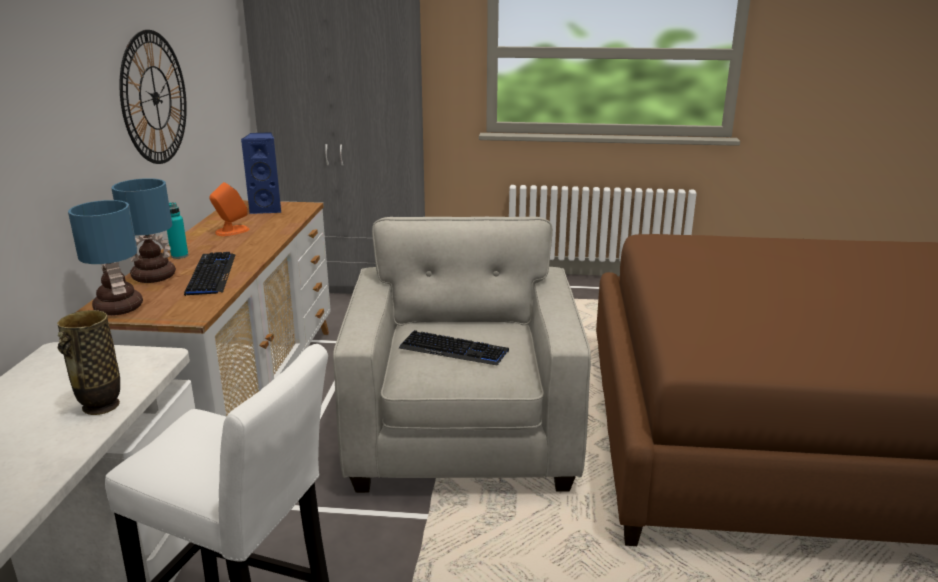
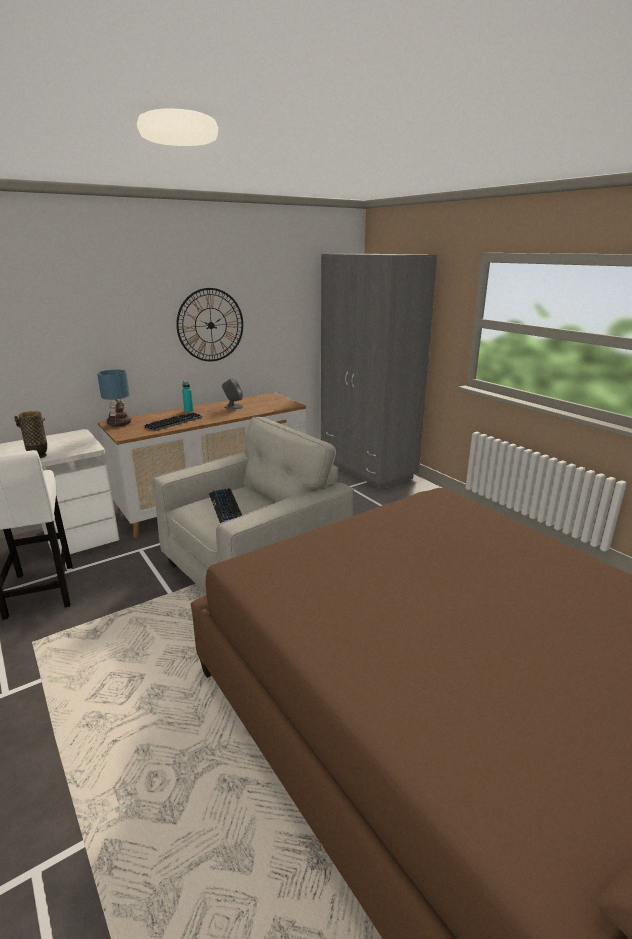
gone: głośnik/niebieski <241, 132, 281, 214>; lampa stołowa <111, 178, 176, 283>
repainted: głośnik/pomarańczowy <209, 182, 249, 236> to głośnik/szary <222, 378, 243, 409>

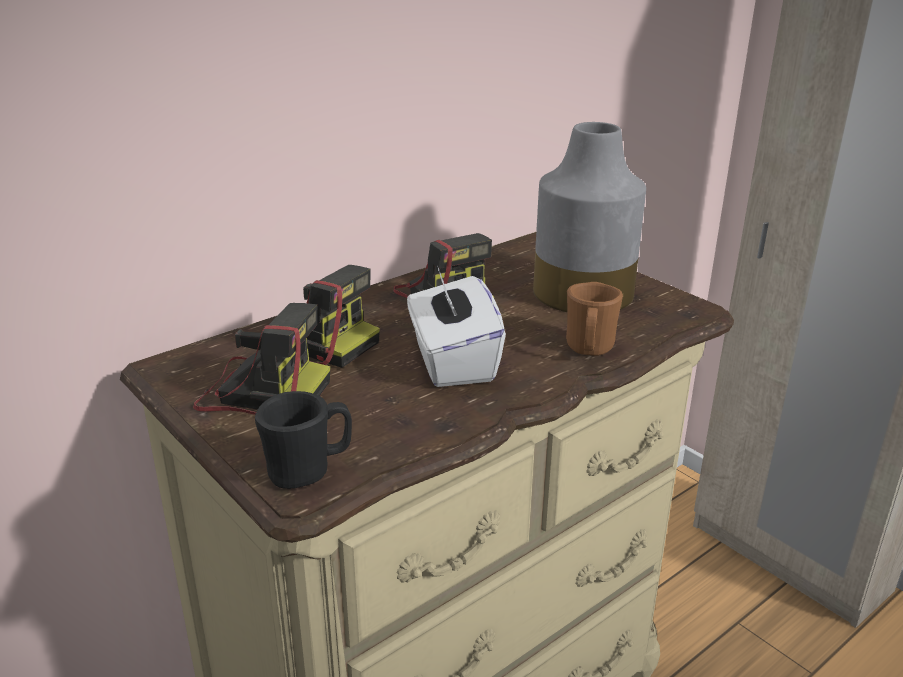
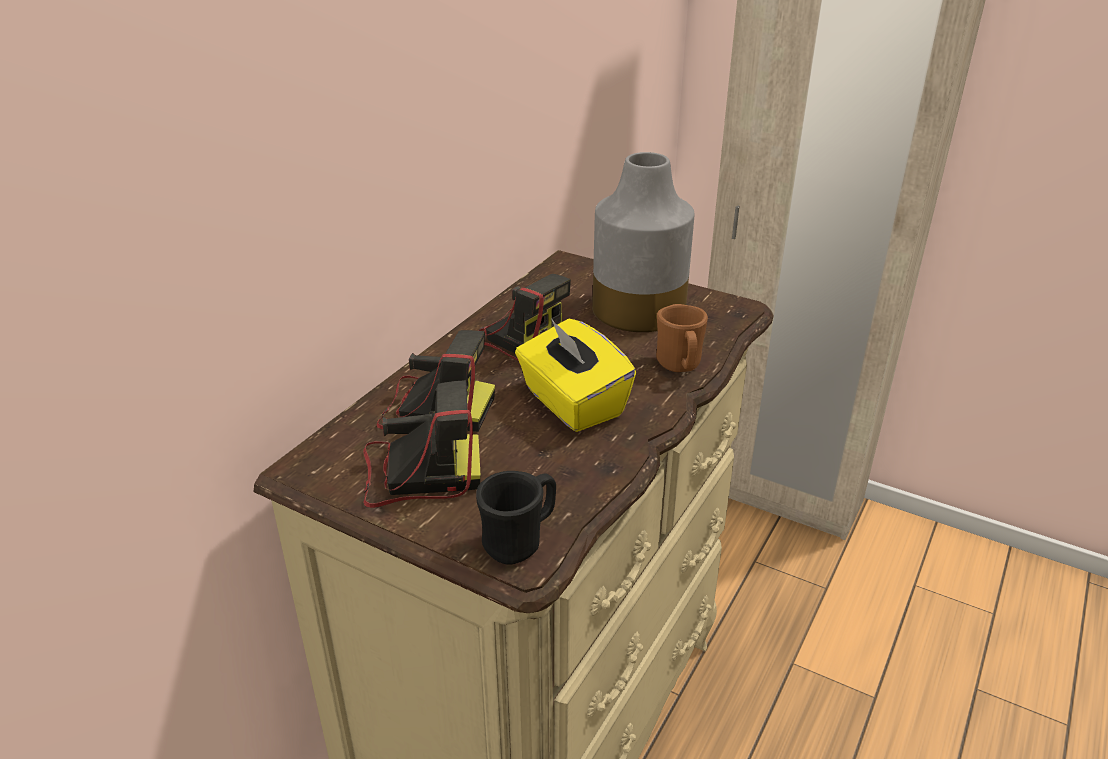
repainted: pudełko chusteczek/biały <407, 265, 506, 387> to pudełko chusteczek/żółty <515, 318, 636, 432>

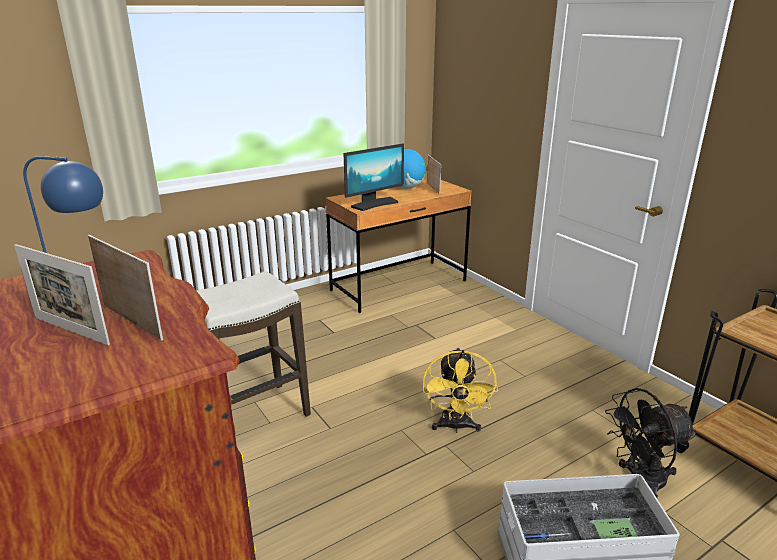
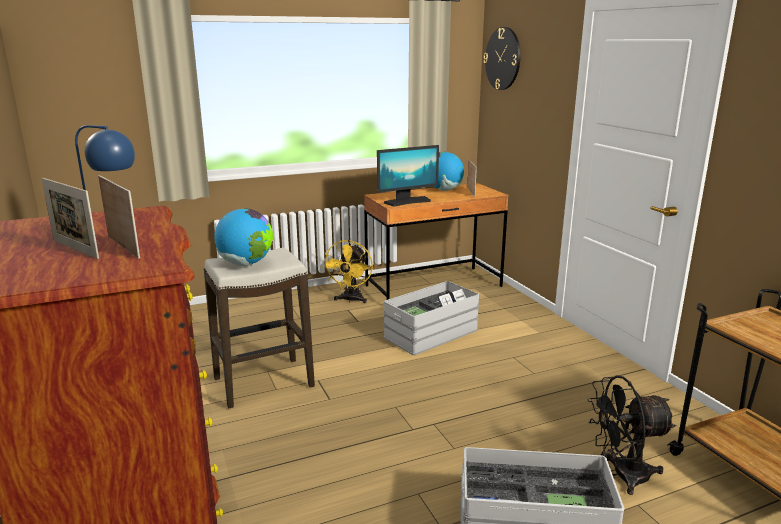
new: zegar ścienny <484, 27, 520, 90>; globus <214, 208, 273, 266>; pojemnik do przechowywania/szary <384, 281, 479, 355>
shifted: wentylator/żółty <423, 348, 498, 433> to <322, 240, 373, 303>

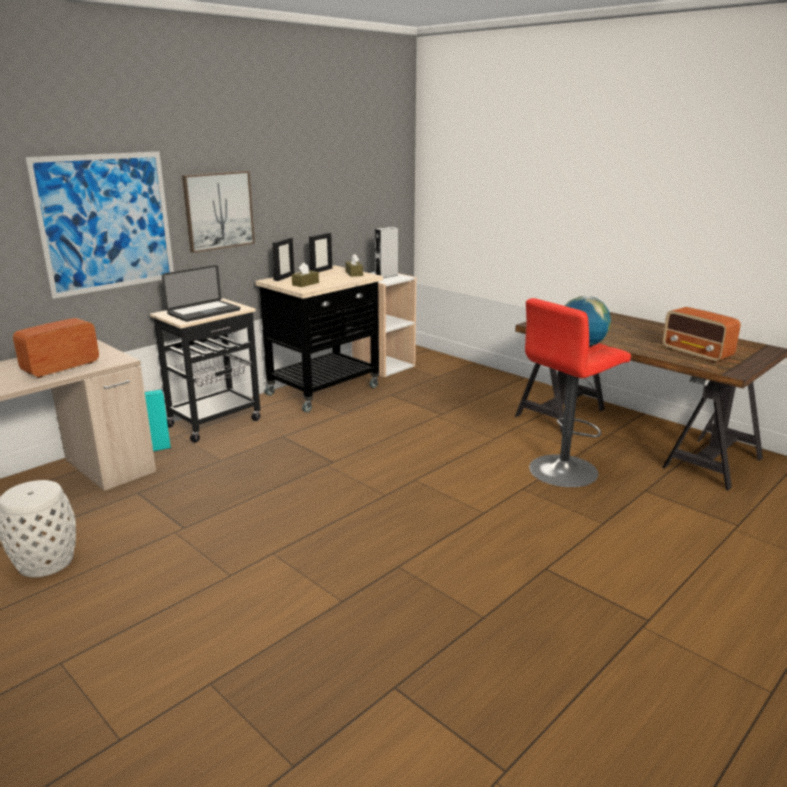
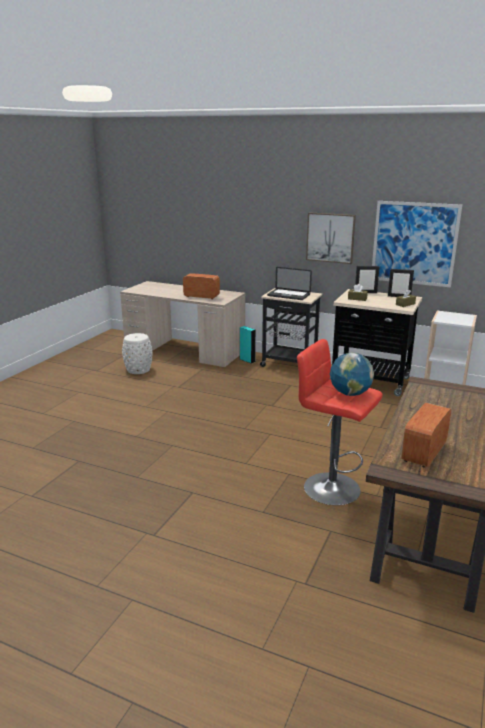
gone: głośnik/szary <375, 227, 398, 278>
shifted: obraz <25, 152, 174, 299> to <372, 201, 462, 287>

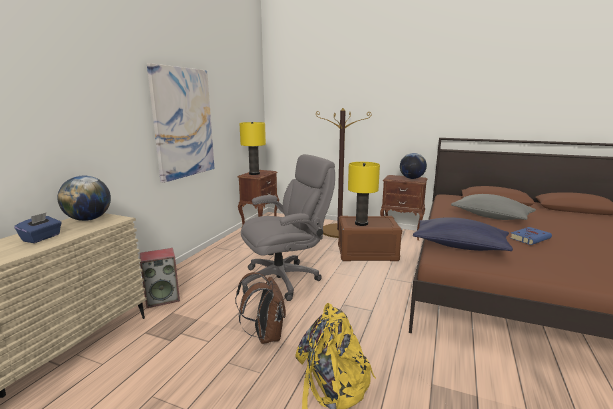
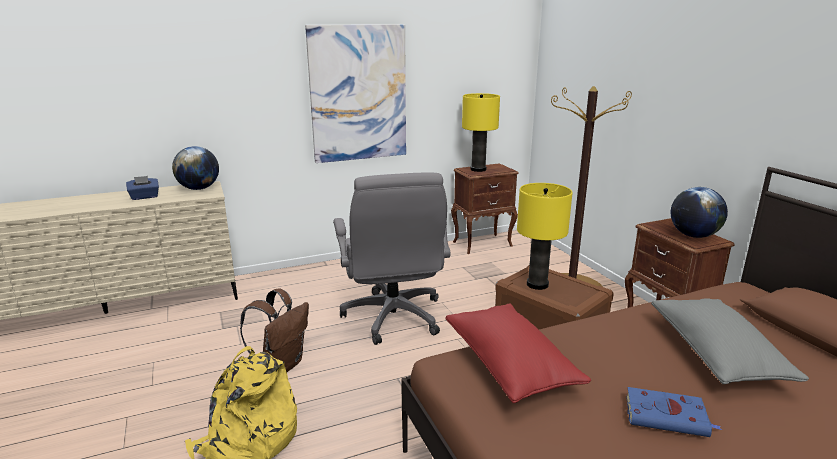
gone: głośnik <140, 248, 180, 308>
repainted: poduszka/niebieski <413, 217, 513, 251> to poduszka/czerwony <445, 304, 591, 403>
rotated: krzesło biurowe/szary <241, 154, 335, 301> = <333, 173, 450, 345> 60 degrees clockwise

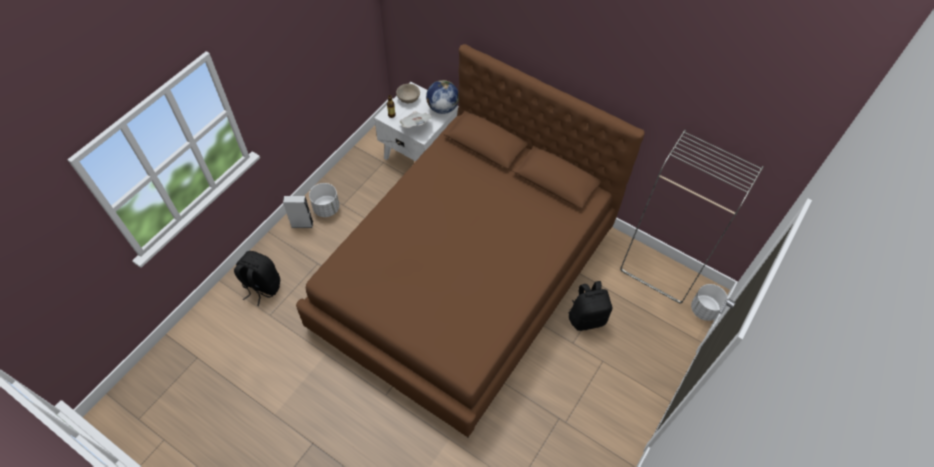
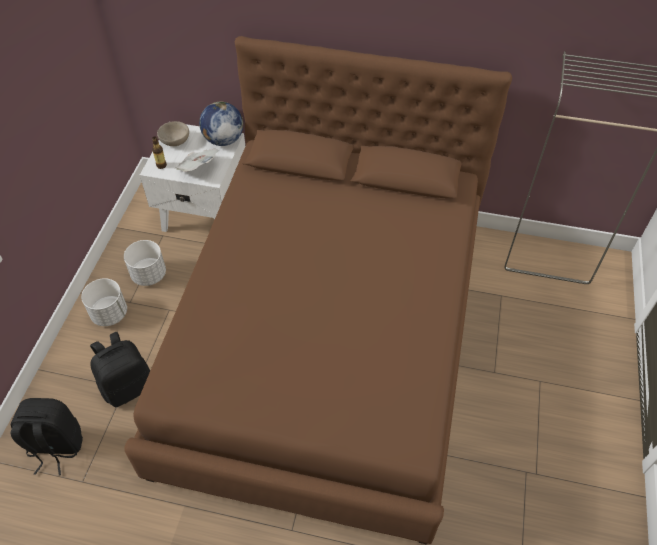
gone: głośnik/szary <283, 196, 313, 228>
shifted: plecak/czarny <568, 281, 612, 331> to <90, 332, 150, 407>; donica/biały <691, 284, 728, 321> to <124, 240, 166, 286>

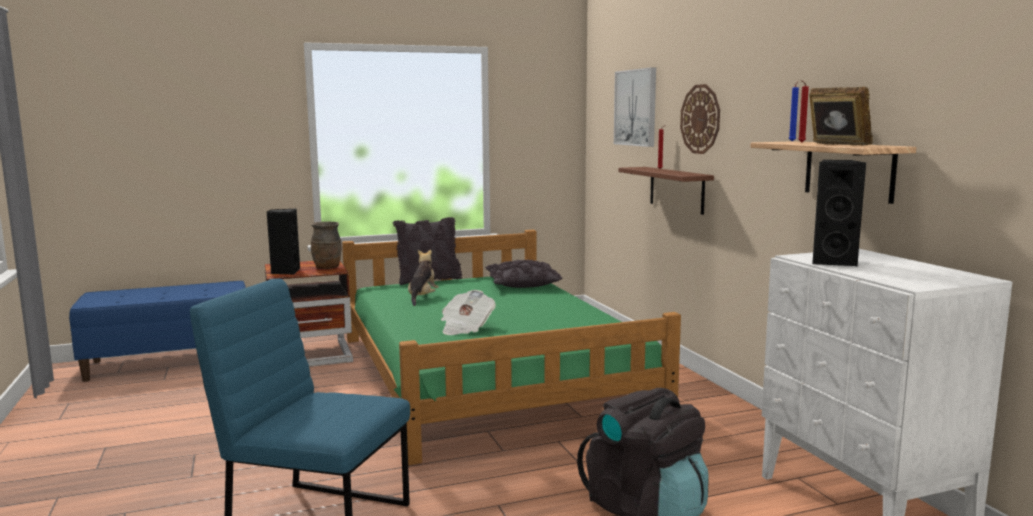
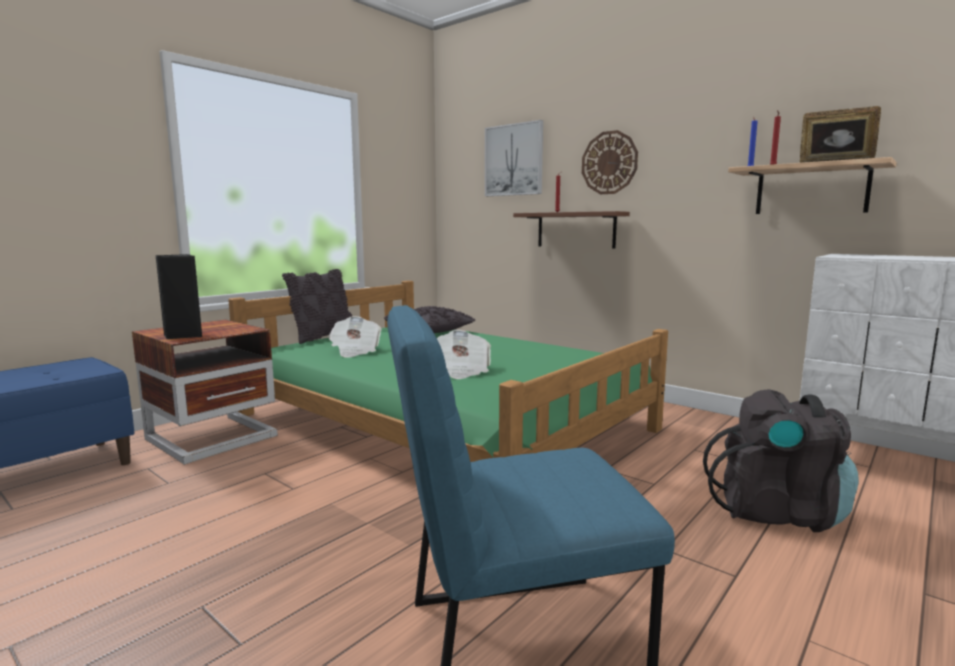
gone: głośnik/czarny <812, 160, 866, 266>; wazon/brązowy <311, 222, 342, 269>
swapped: pluszak <408, 250, 439, 306> to gazeta <328, 316, 382, 358>

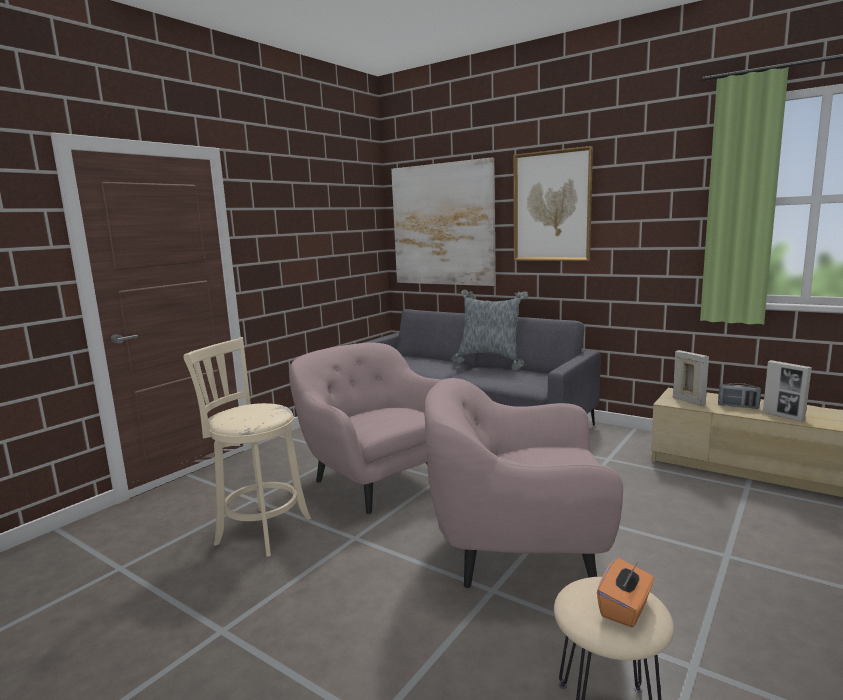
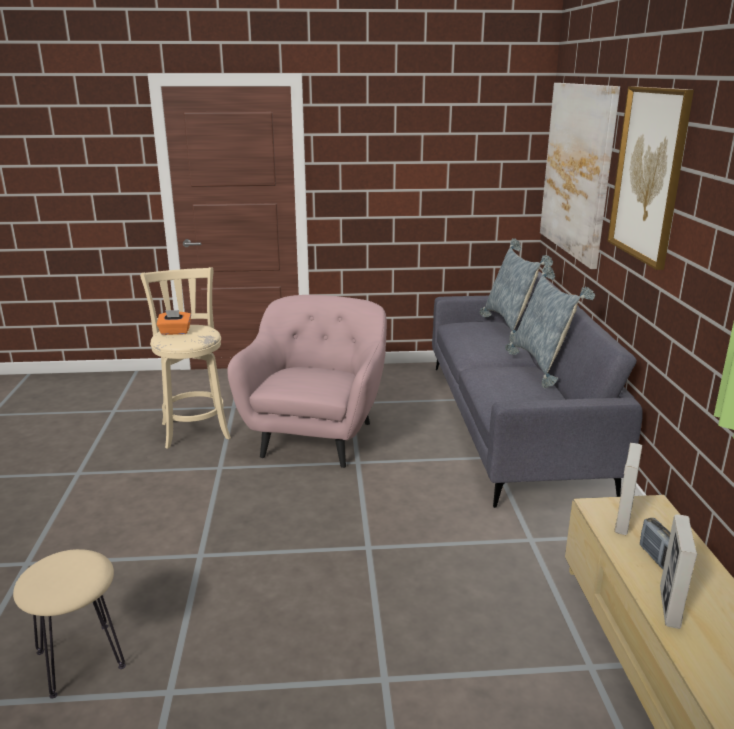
gone: fotel/różowy <425, 378, 623, 588>
new: poduszka <479, 238, 553, 342>
shifted: pudełko chusteczek/pomarańczowy <597, 558, 654, 628> to <156, 310, 191, 335>

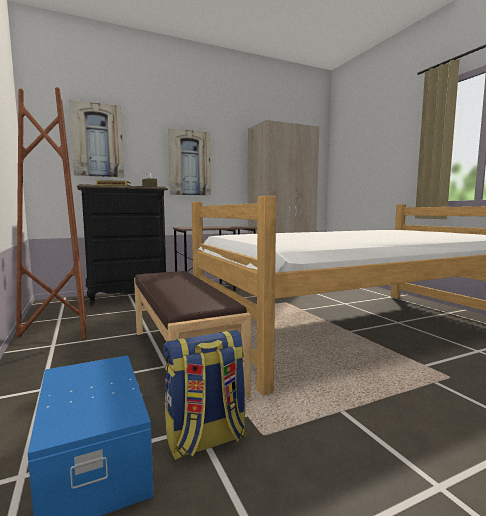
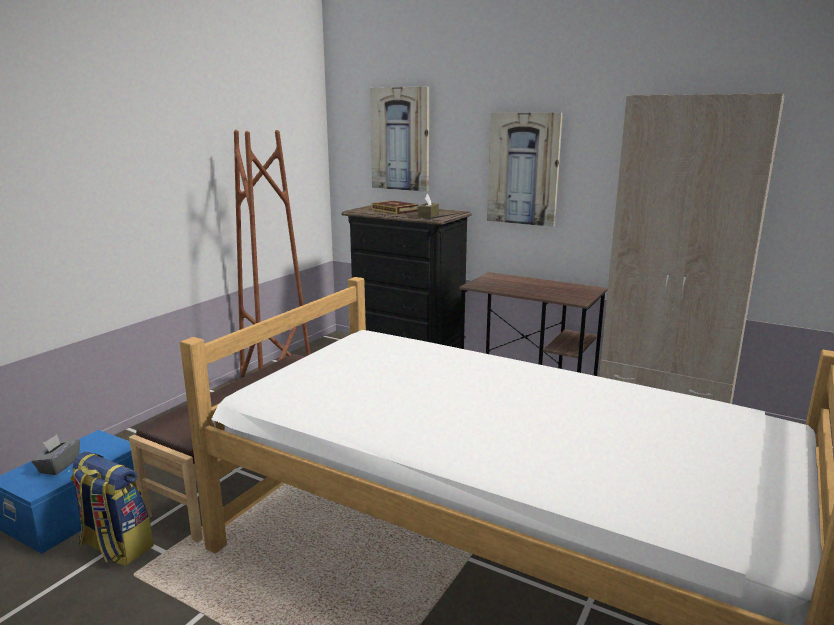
new: pudełko chusteczek/szary <32, 435, 80, 475>

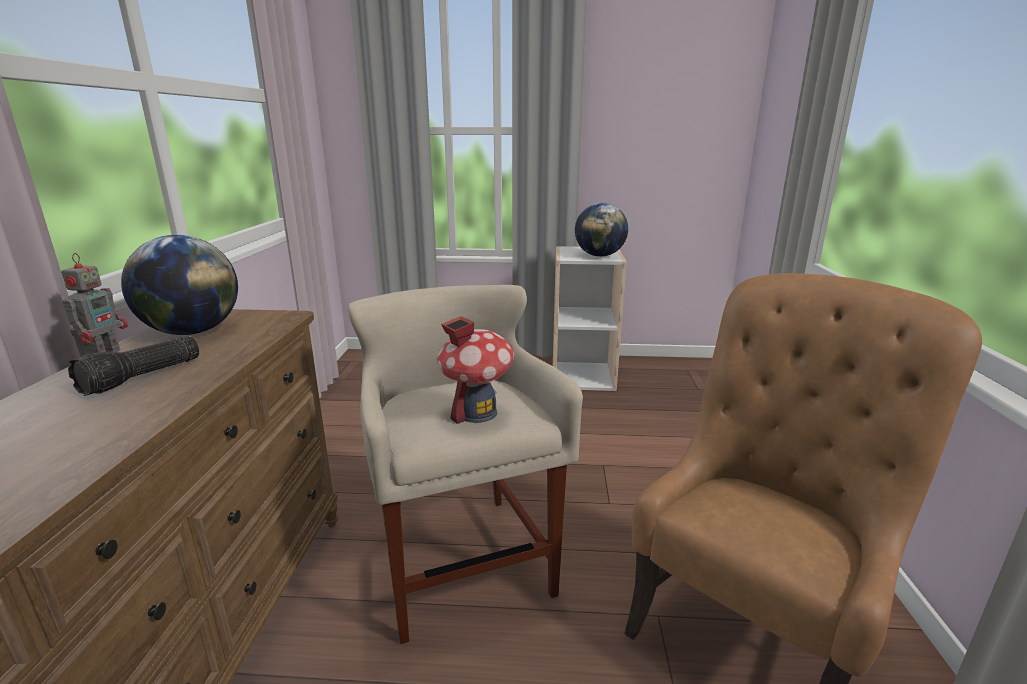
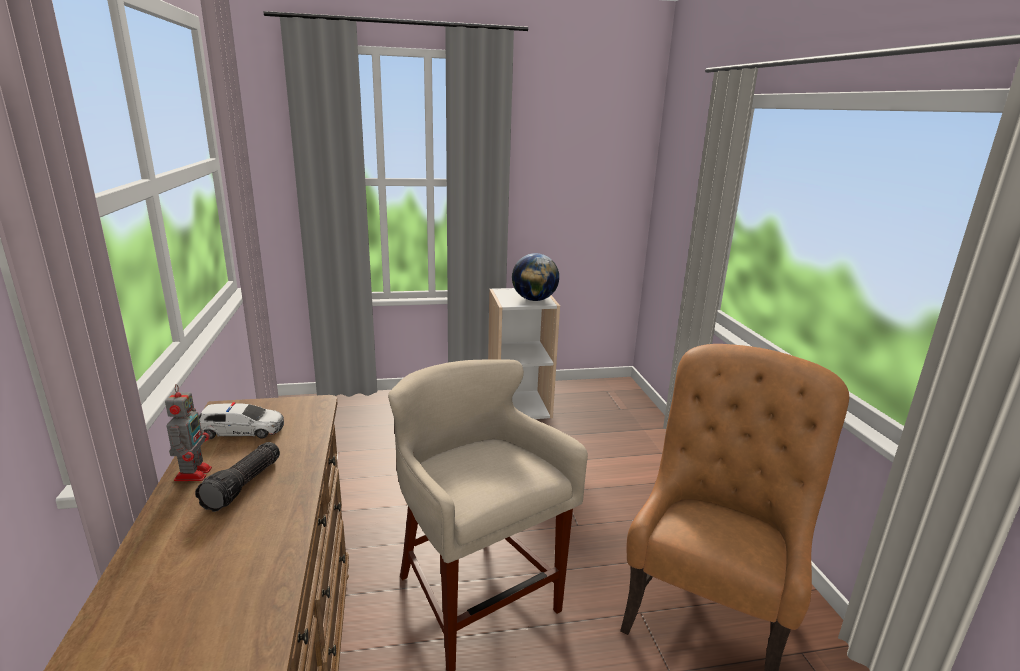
gone: domek <437, 316, 514, 424>
swapped: globus <121, 235, 238, 335> to samochodzik <199, 402, 284, 439>

